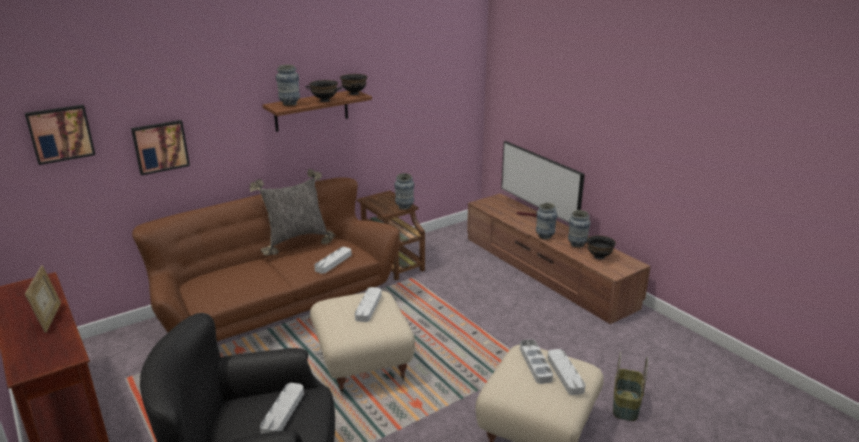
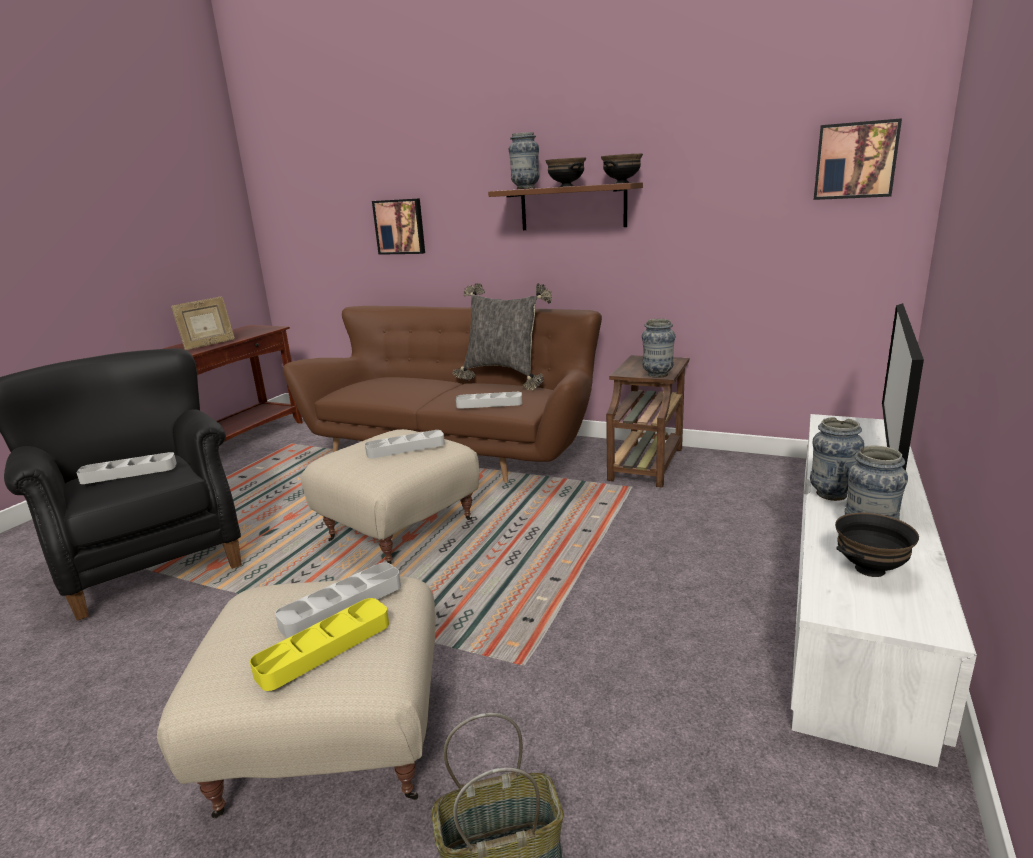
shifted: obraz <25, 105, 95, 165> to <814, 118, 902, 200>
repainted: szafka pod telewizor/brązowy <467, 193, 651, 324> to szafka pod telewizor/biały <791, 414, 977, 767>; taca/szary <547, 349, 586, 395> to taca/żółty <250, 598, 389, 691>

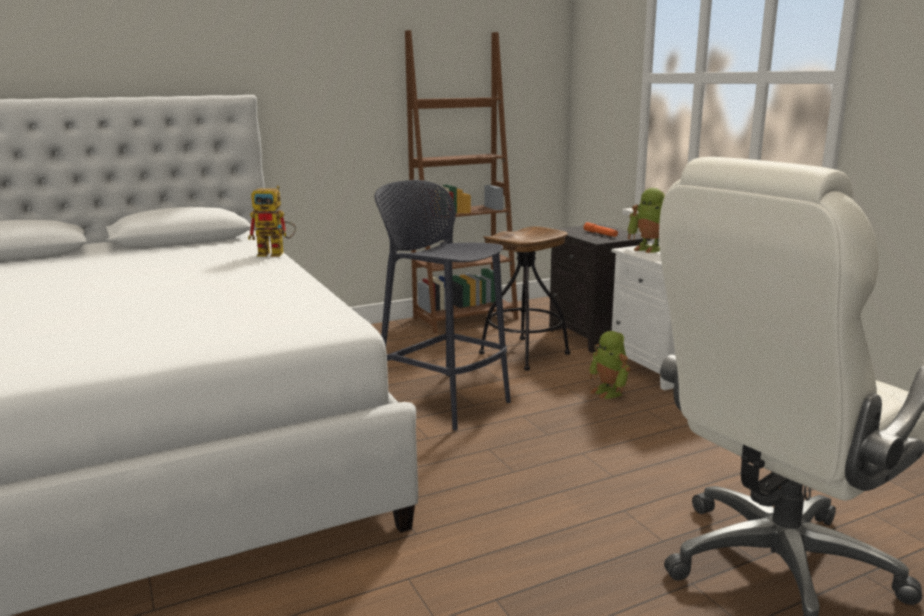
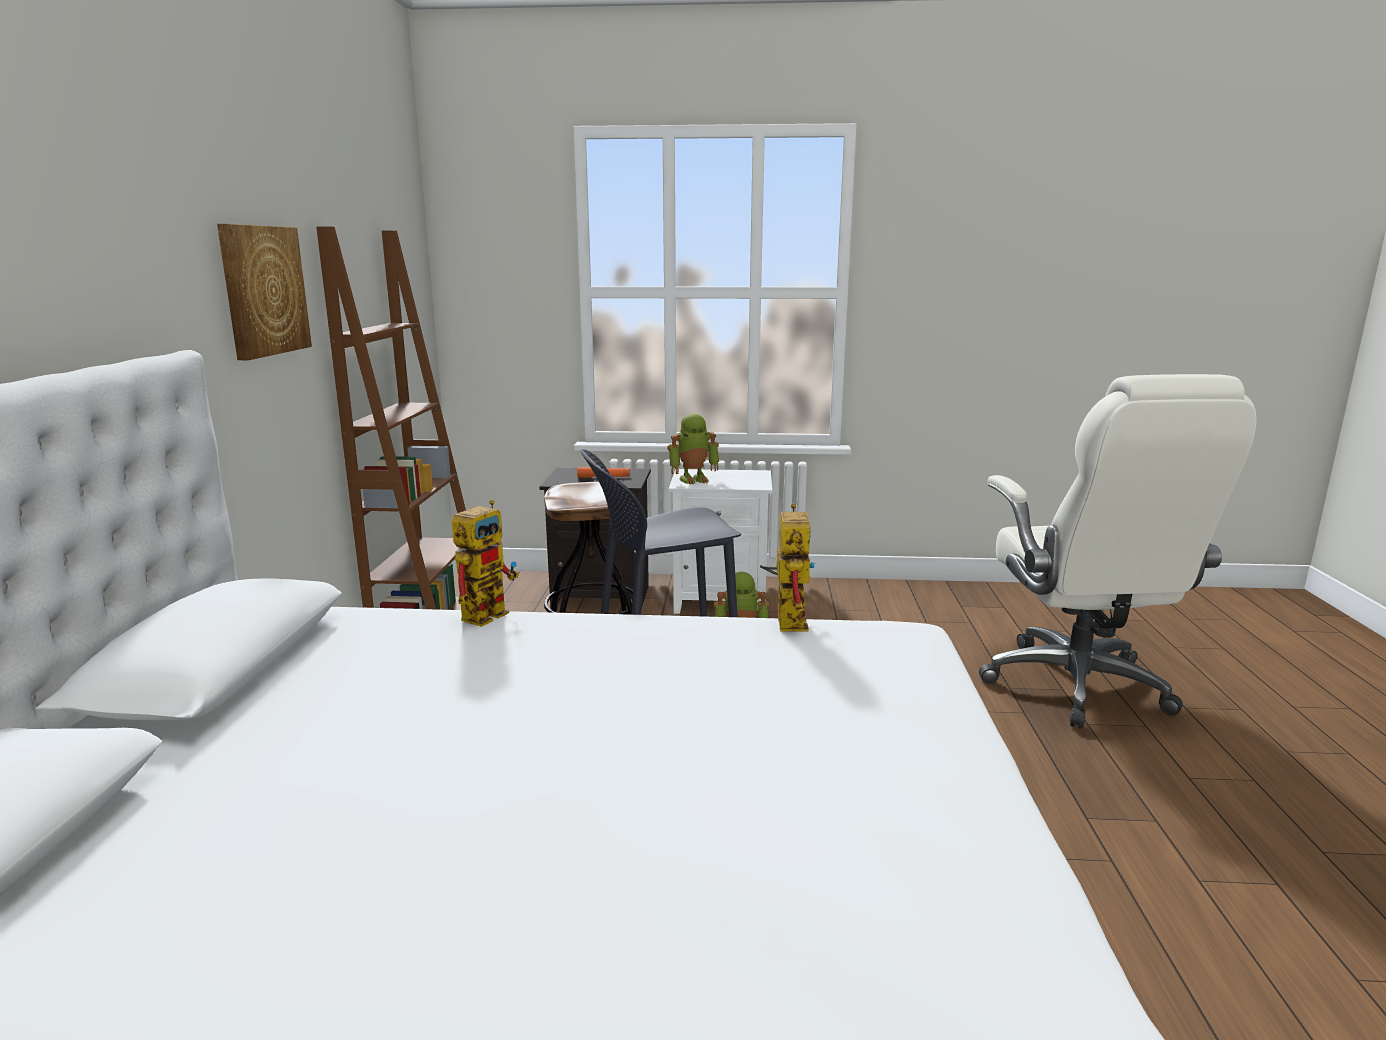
new: obraz <217, 224, 312, 360>; robot zabawkowy <760, 503, 815, 632>

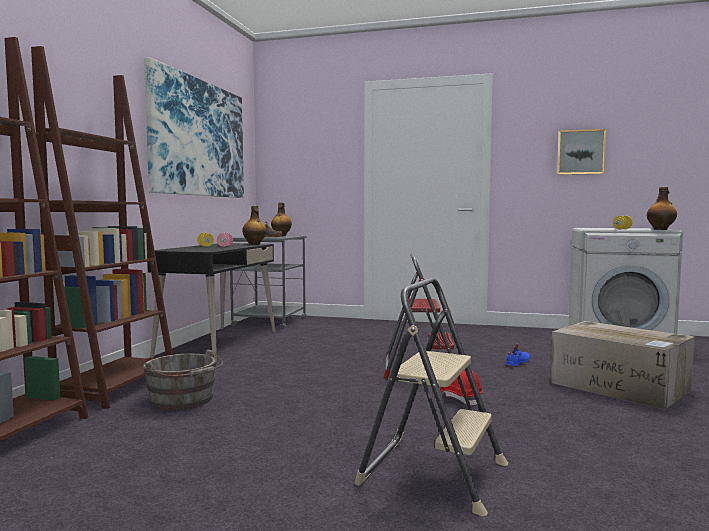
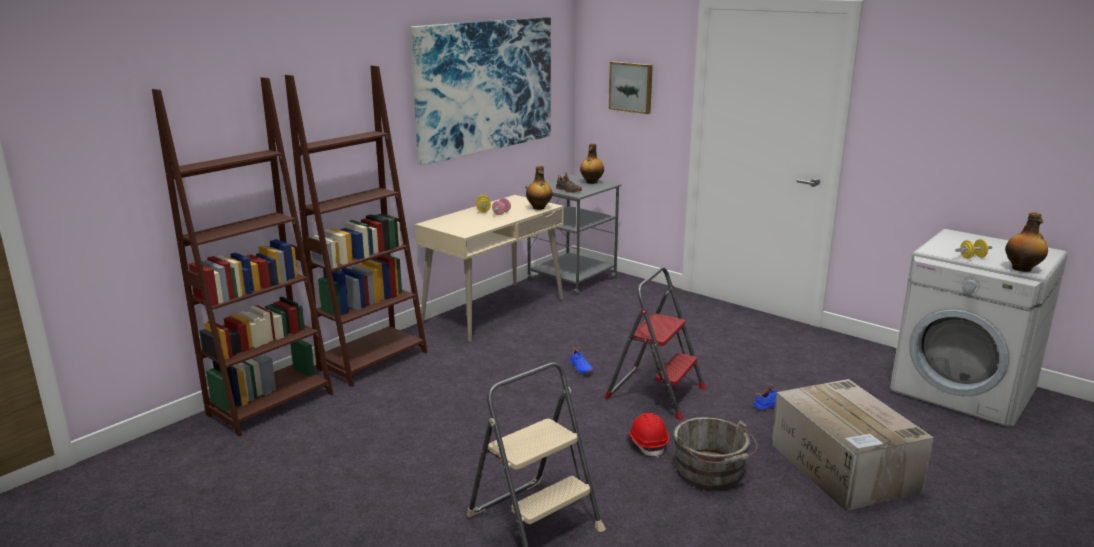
new: but/niebieski <570, 346, 593, 374>
shifted: obraz <557, 129, 606, 175> to <609, 61, 653, 114>; wiadro/szary <143, 349, 223, 410> to <673, 417, 758, 490>
repainted: biurko/czarny <147, 243, 276, 363> to biurko/beżowy <415, 195, 564, 343>

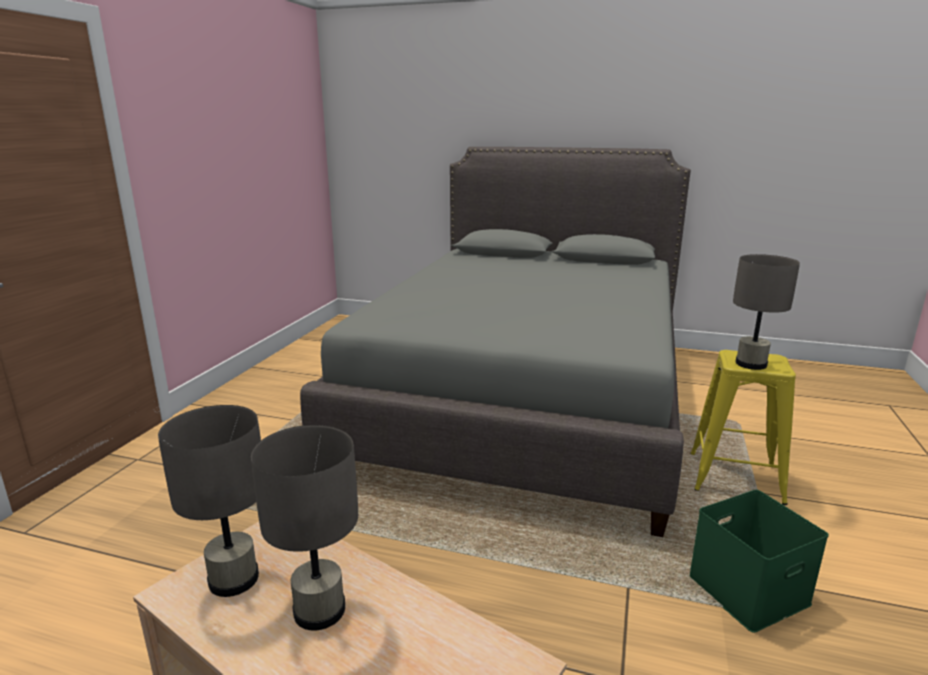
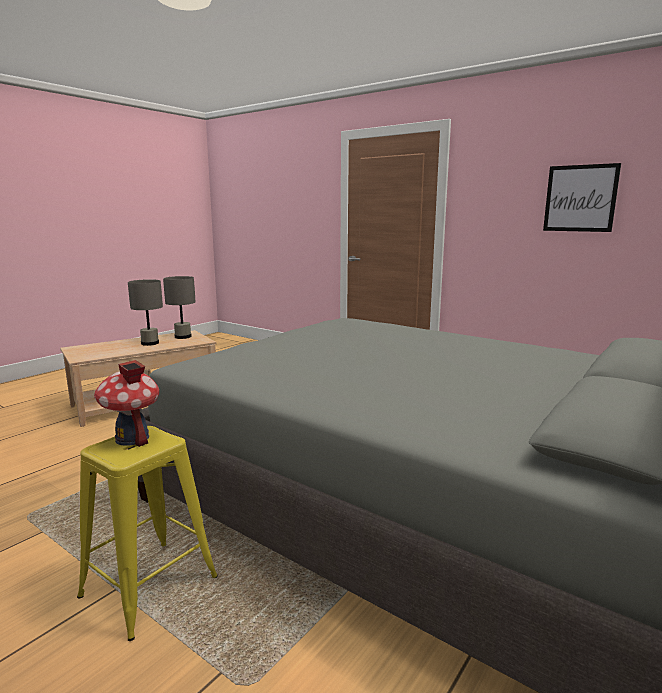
gone: pojemnik do przechowywania/zielony <690, 490, 829, 633>
new: obraz <543, 163, 621, 232>
swapped: lampa stołowa/szary <733, 254, 800, 370> to domek <94, 360, 159, 447>

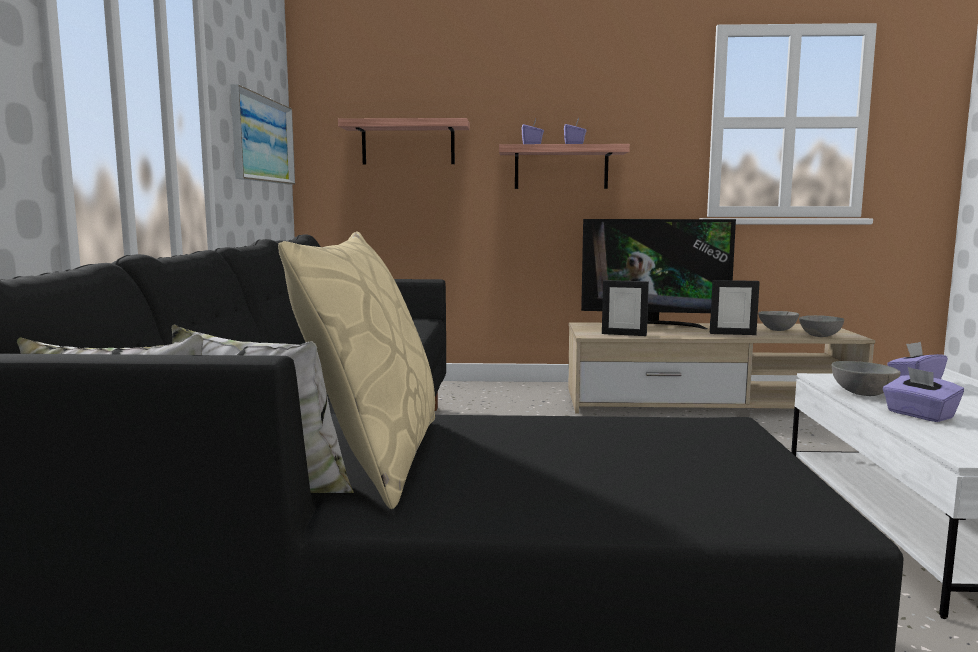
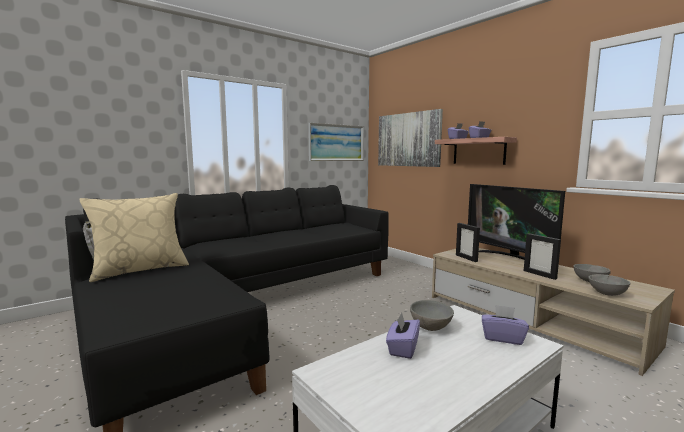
swapped: półka <338, 118, 470, 165> to obraz <378, 109, 443, 167>

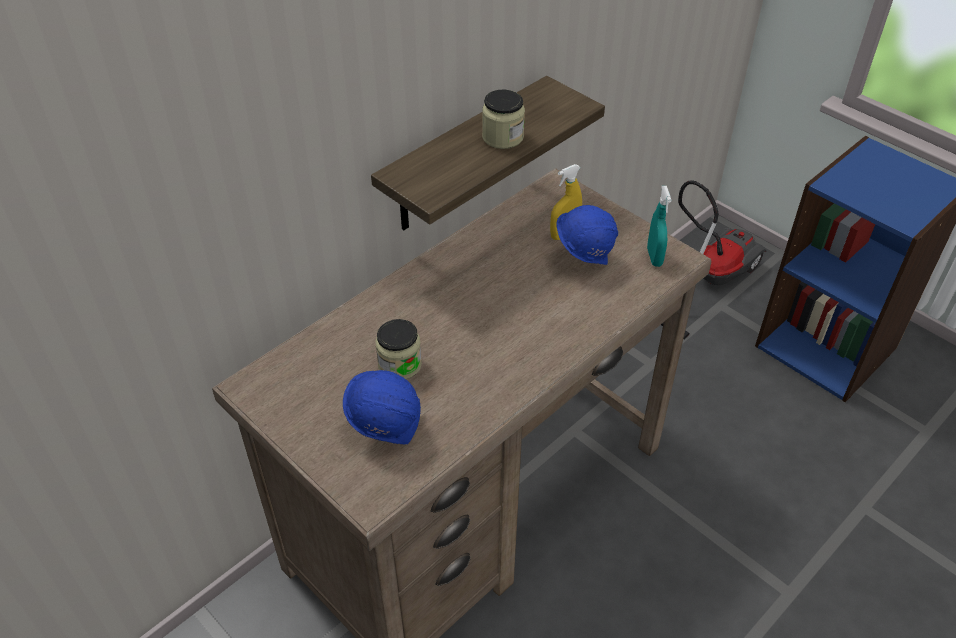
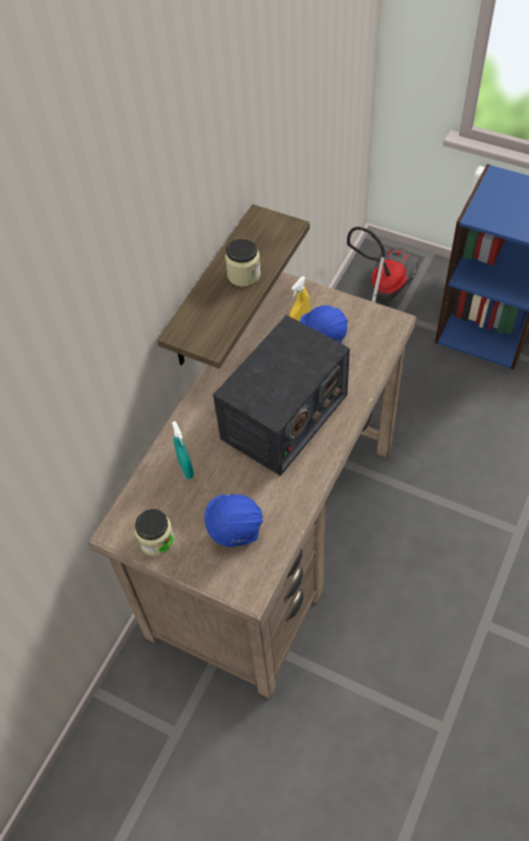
new: radio <213, 315, 350, 476>
shifted: spryskiwacz/turkusowy <647, 186, 671, 267> to <172, 421, 194, 479>; słoik <376, 319, 422, 379> to <135, 509, 175, 557>

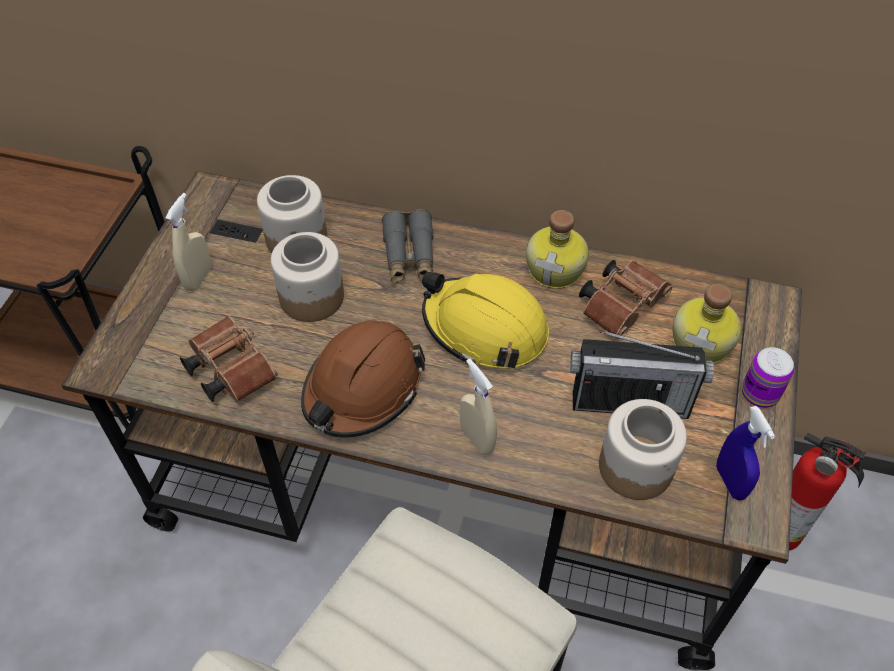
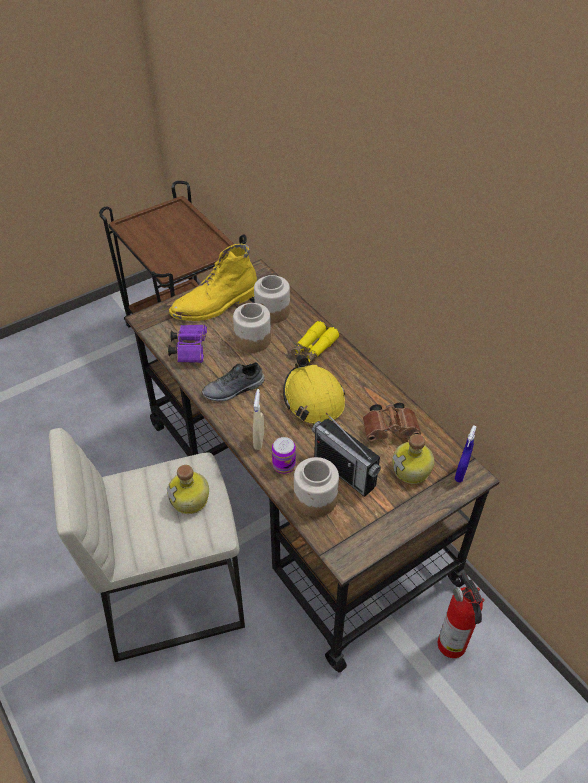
shifted: butelka <526, 210, 589, 289> to <167, 465, 209, 514>; puszka <742, 347, 794, 408> to <272, 437, 296, 474>; spryskiwacz/niebieski <716, 406, 775, 500> to <455, 425, 477, 482>
swapped: spryskiwacz/beżowy <166, 193, 211, 291> to but z cholewką/żółty <169, 244, 257, 321>; kask/brązowy <301, 320, 425, 438> to but/szary <202, 362, 265, 402>
repainted: lornetka/szary <382, 209, 434, 284> to lornetka/żółty <291, 321, 340, 363>; lornetka/brązowy <180, 316, 278, 402> to lornetka/fioletowy <168, 325, 207, 363>

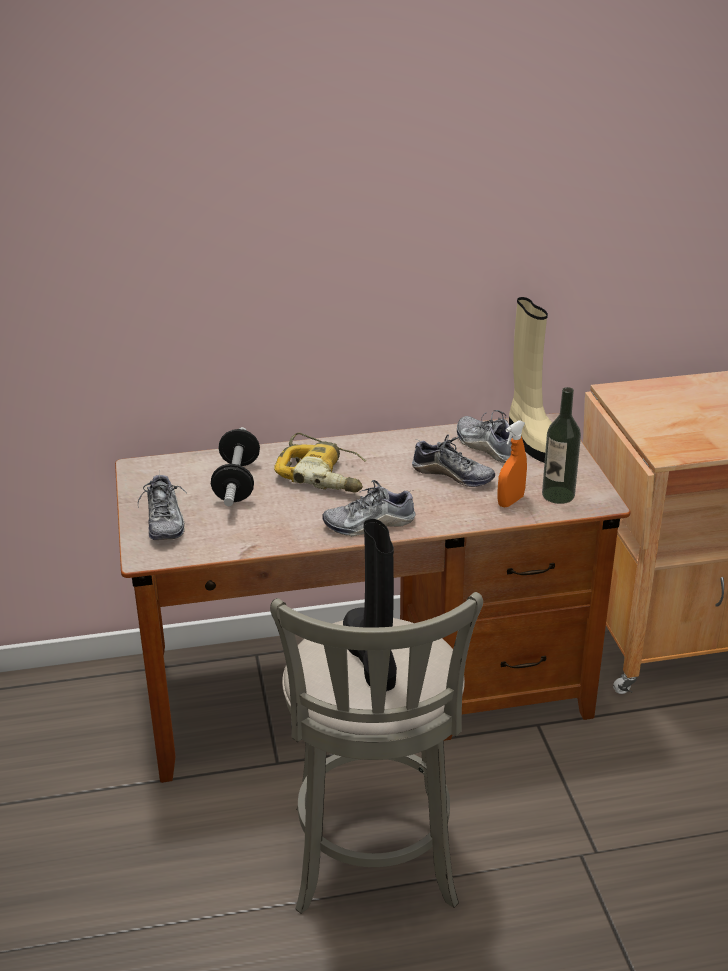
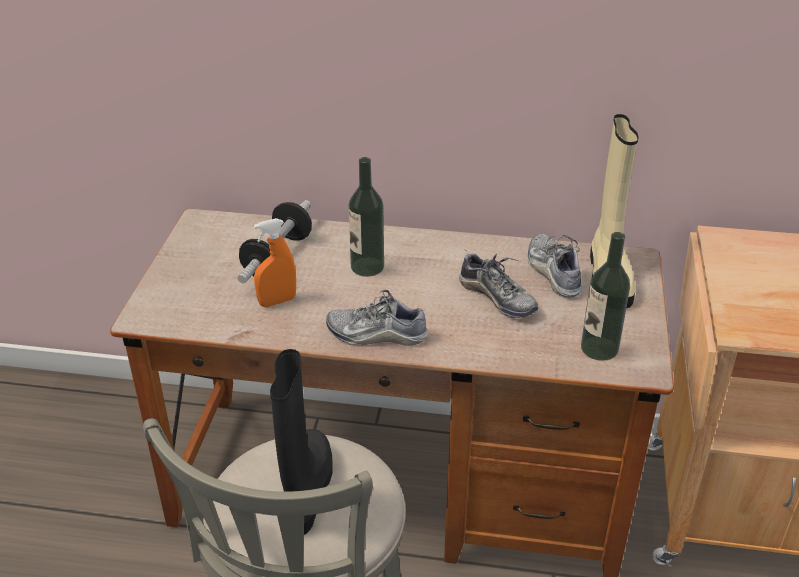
gone: but <138, 473, 187, 540>
shifted: spryskiwacz/pomarańczowy <497, 420, 527, 508> to <253, 218, 296, 307>
swapped: wiertarka <274, 433, 366, 493> to butelka <348, 157, 384, 277>

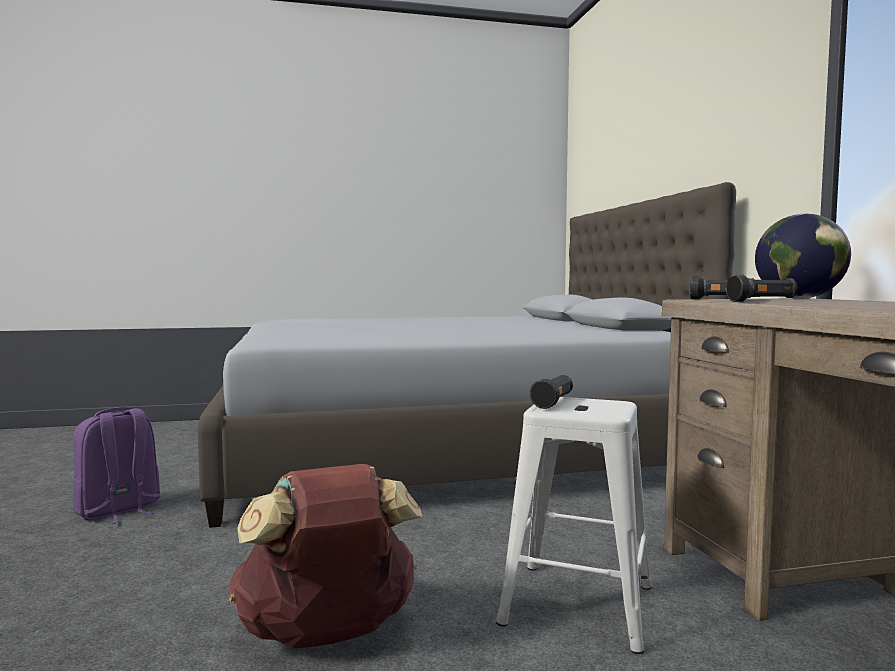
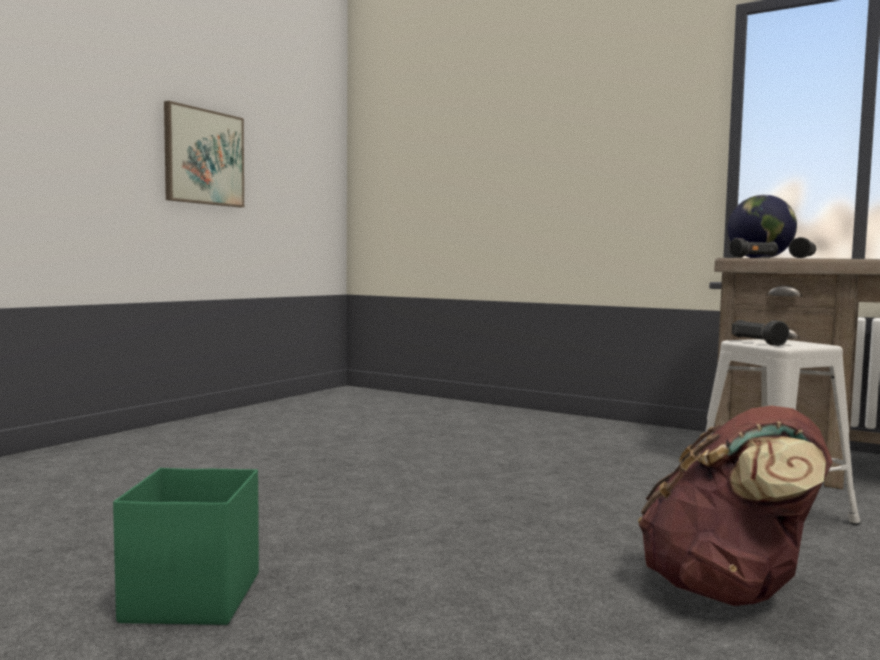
gone: łóżko/szary <198, 182, 736, 528>
new: obraz <164, 101, 244, 207>
swapped: plecak/fioletowy <73, 407, 161, 524> to pojemnik do przechowywania/zielony <113, 468, 259, 625>

